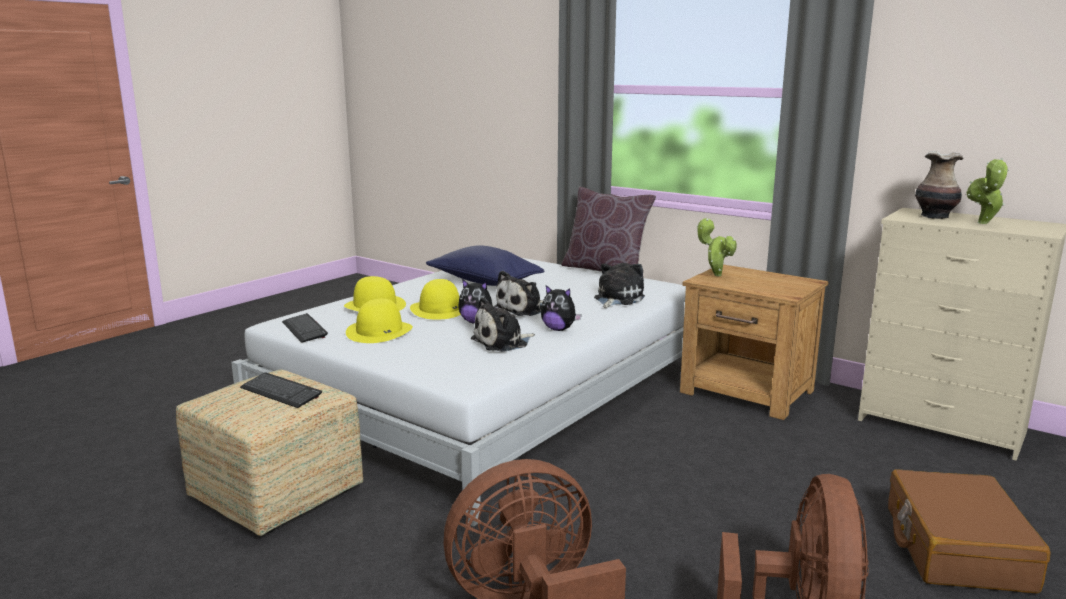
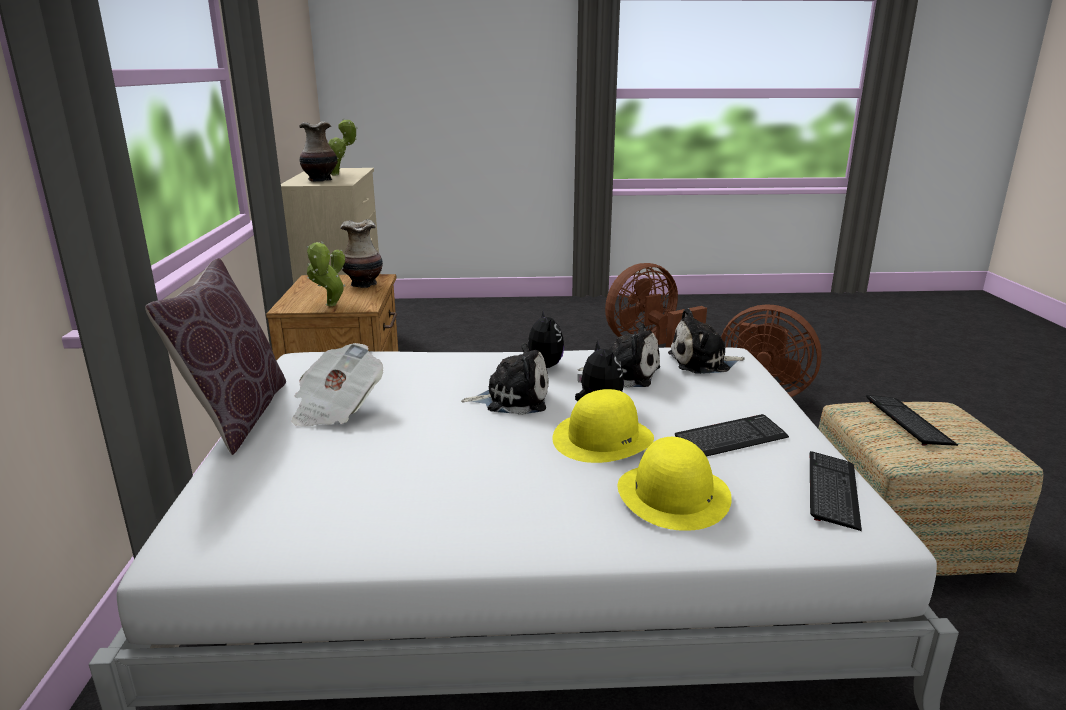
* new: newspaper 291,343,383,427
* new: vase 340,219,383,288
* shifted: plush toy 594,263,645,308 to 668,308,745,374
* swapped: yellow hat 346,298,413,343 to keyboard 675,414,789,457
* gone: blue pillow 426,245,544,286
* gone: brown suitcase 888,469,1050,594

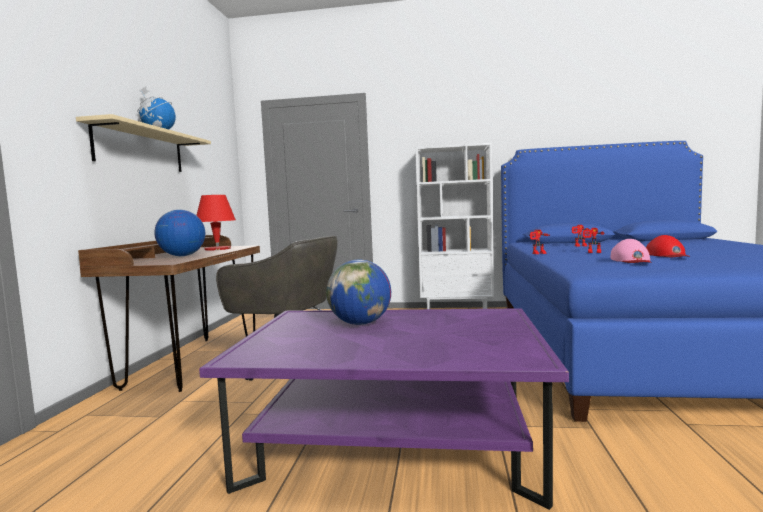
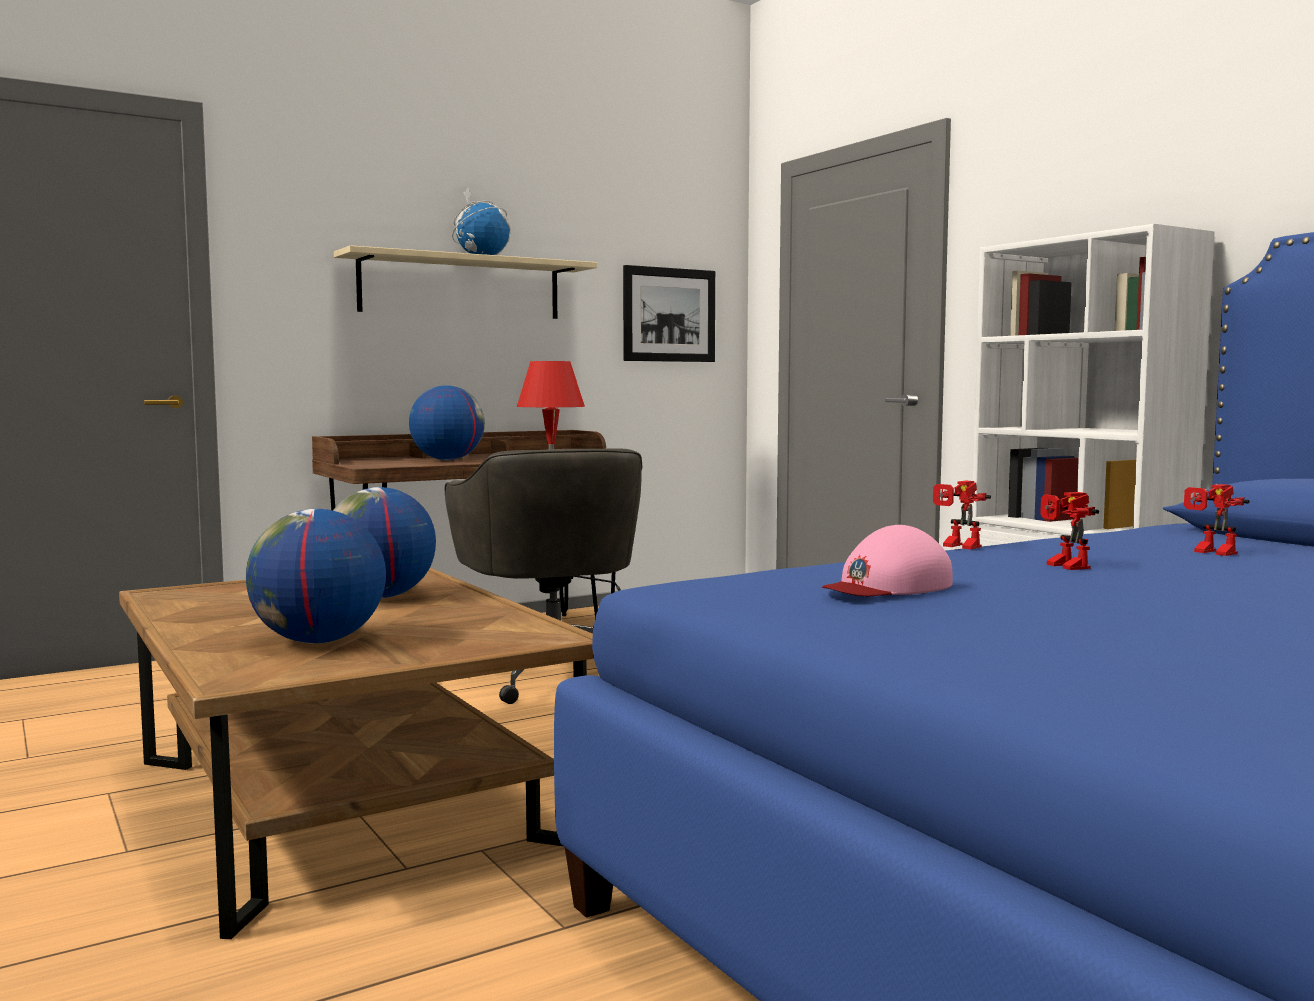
* repainted: purple coffee table 199,308,569,510 to brown coffee table 119,568,594,939
* new: globe 246,509,386,643
* new: picture 623,265,715,362
* gone: red cap 646,235,690,257

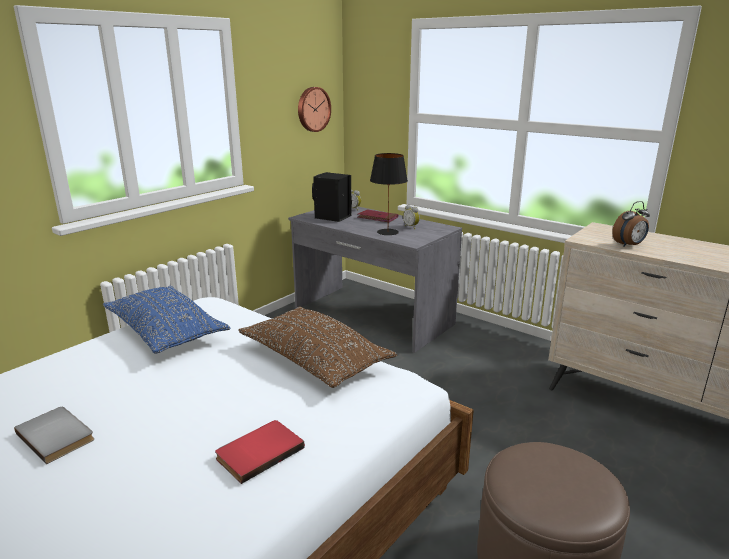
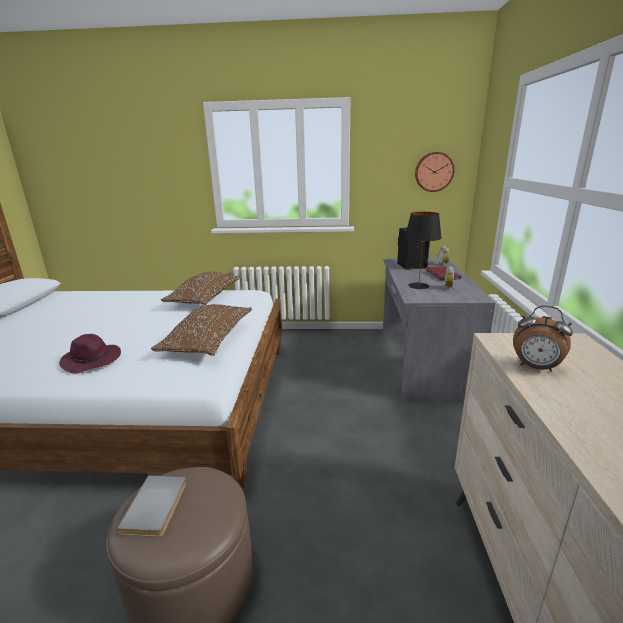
* swapped: red book 215,420,305,484 to purple hat 59,334,121,374
* shifted: grey book 14,407,94,464 to 116,476,187,537
* repainted: blue pillow 103,286,230,353 to brown pillow 161,272,241,305

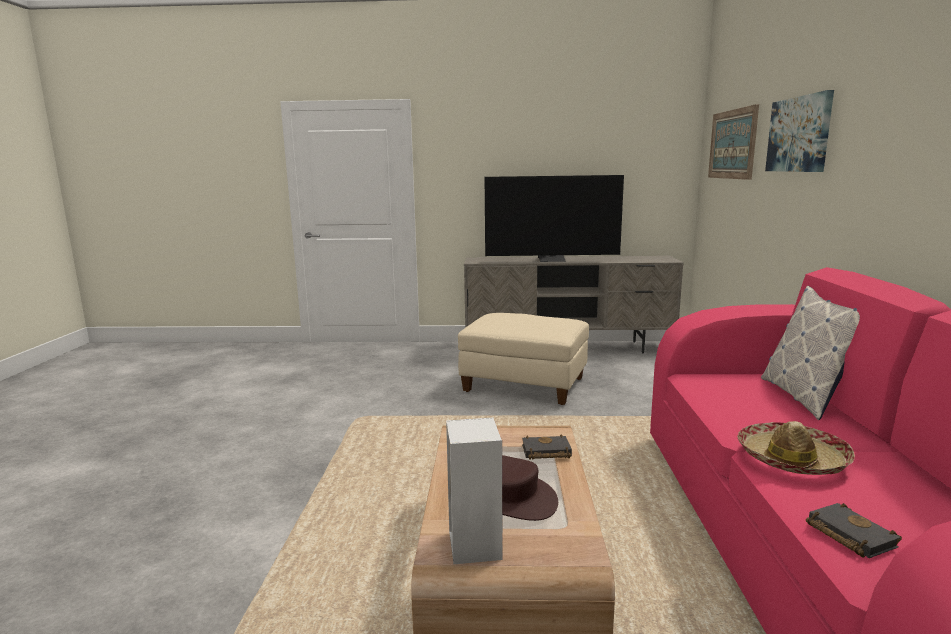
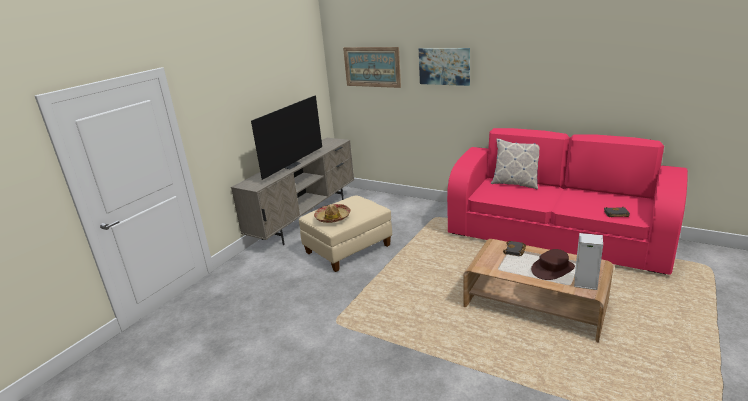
* shifted: hat 737,421,855,475 to 314,204,351,223

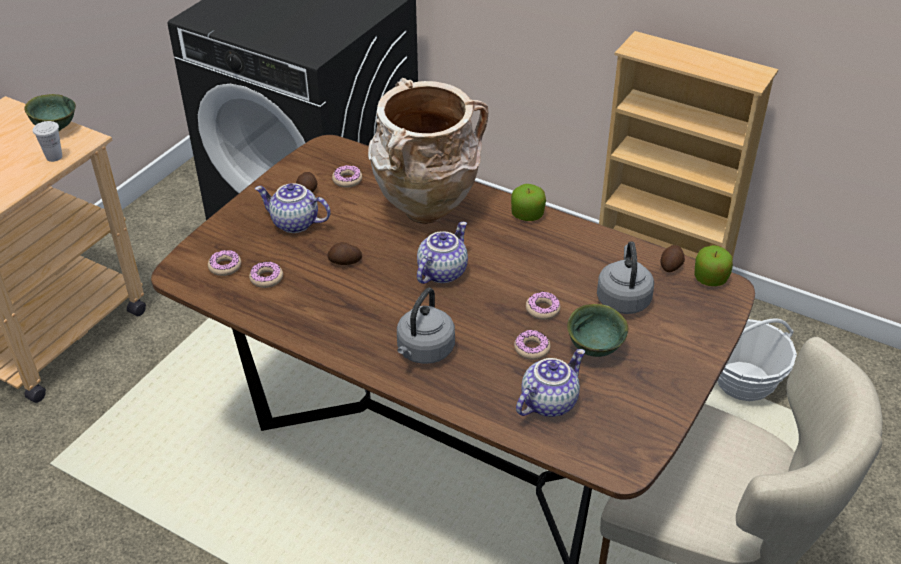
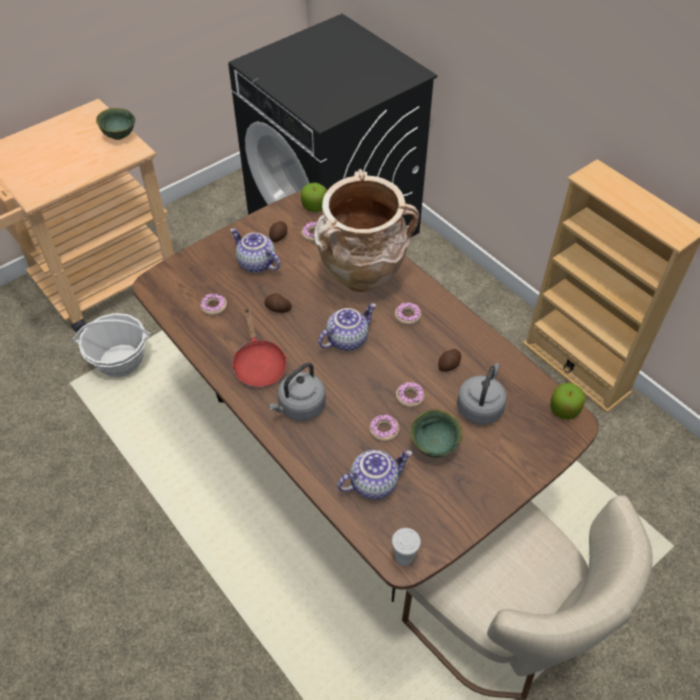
* shifted: basket 717,318,797,401 to 73,313,151,377
* new: red frying pan 232,307,287,388
* shifted: apple 511,184,546,221 to 301,183,327,212
* shifted: white cup 33,121,62,162 to 392,528,421,566
* shifted: donut 208,250,241,276 to 394,302,421,325
* shifted: potato 660,245,685,272 to 438,349,461,372

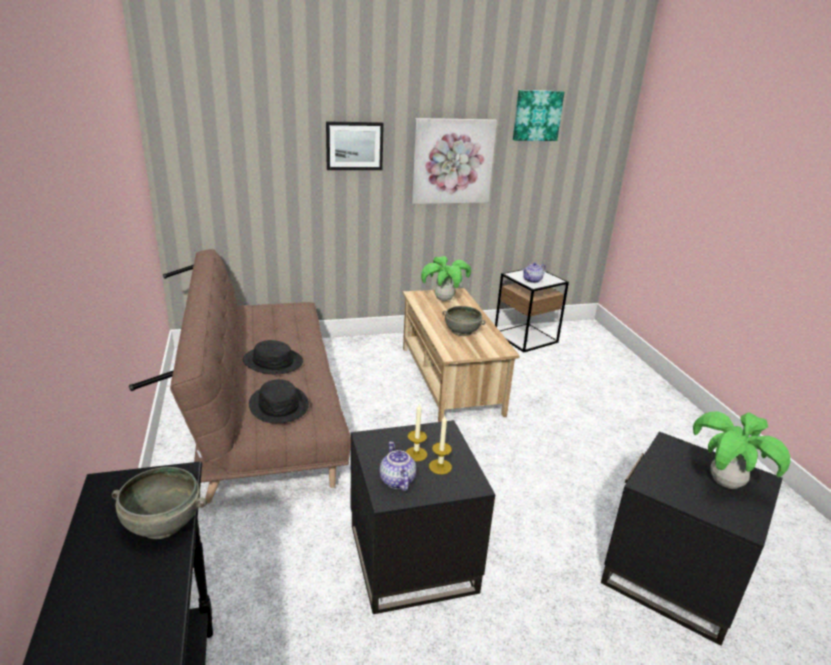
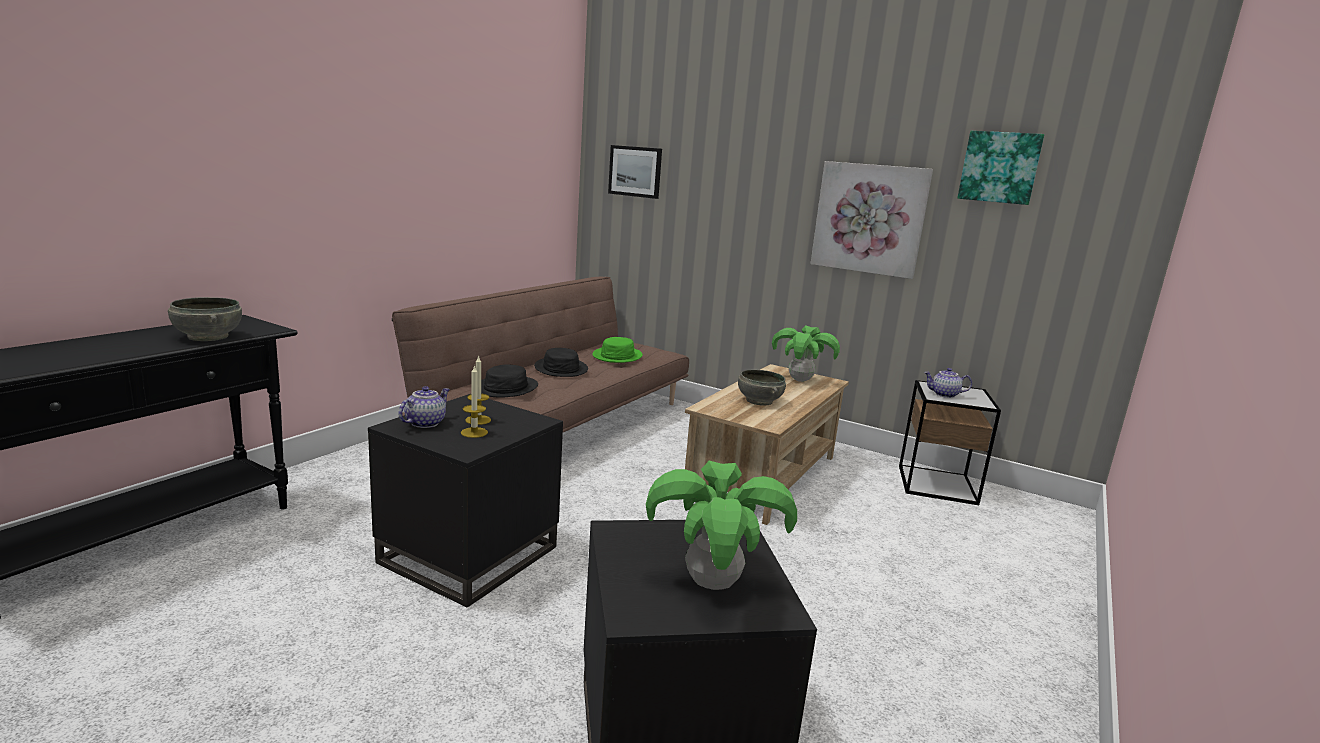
* new: green hat 592,337,643,363
* shifted: picture 326,121,384,170 to 608,145,662,199

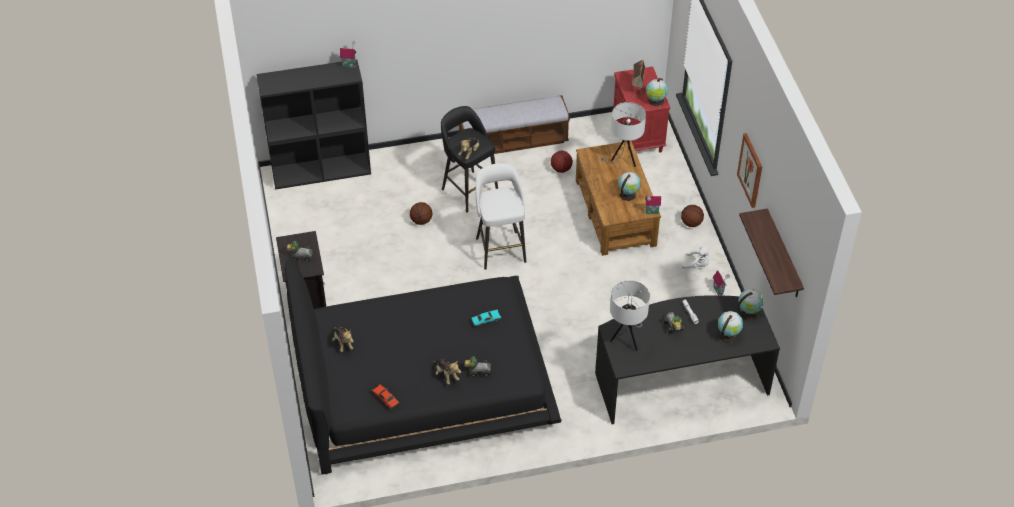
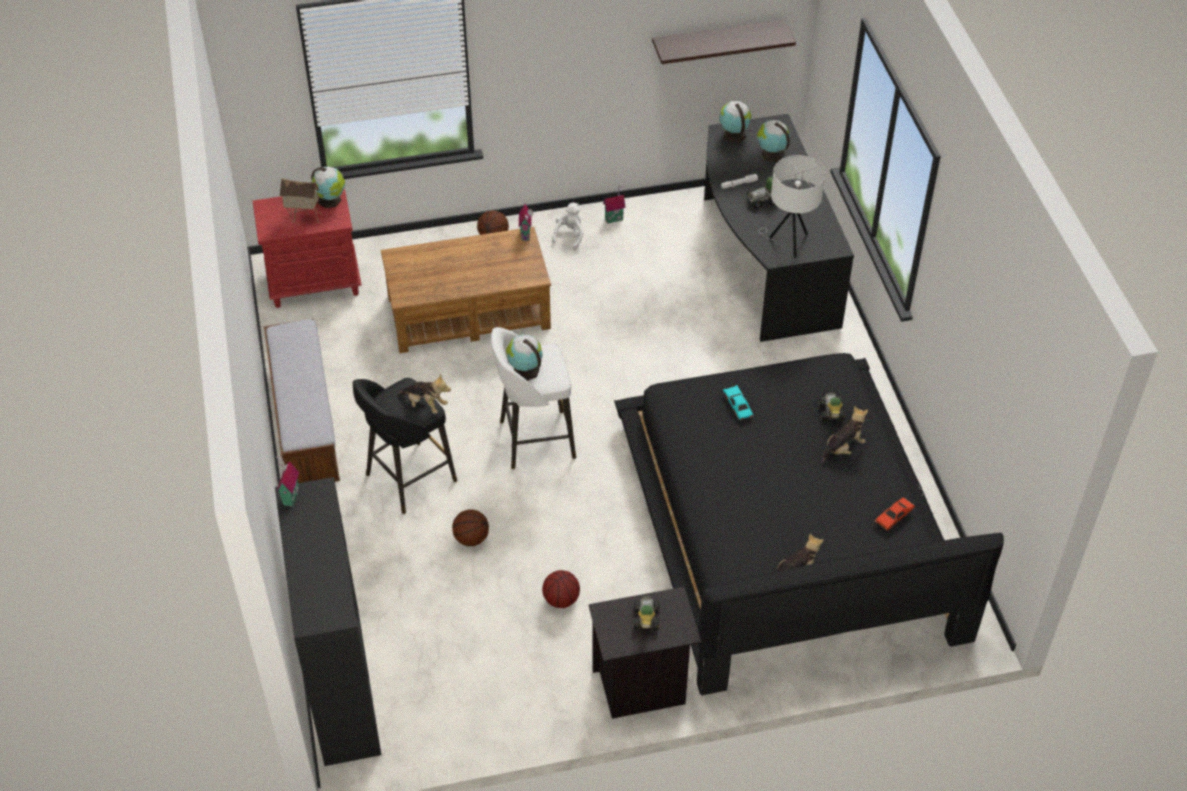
* shifted: globe 618,172,641,201 to 506,334,543,381
* shifted: basketball 551,151,573,173 to 542,570,580,608
* gone: white table lamp 601,102,646,167
* gone: picture 737,133,762,208

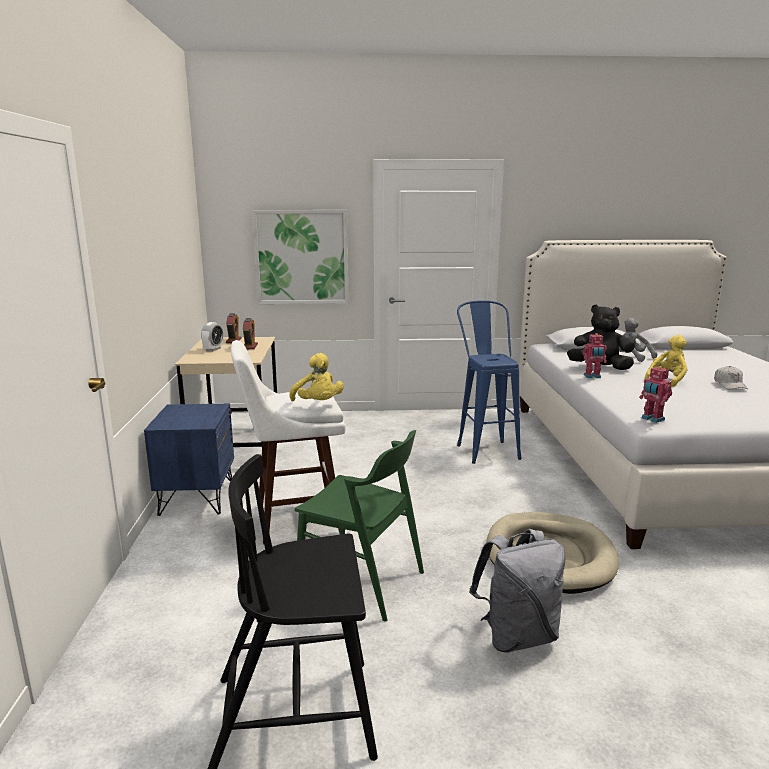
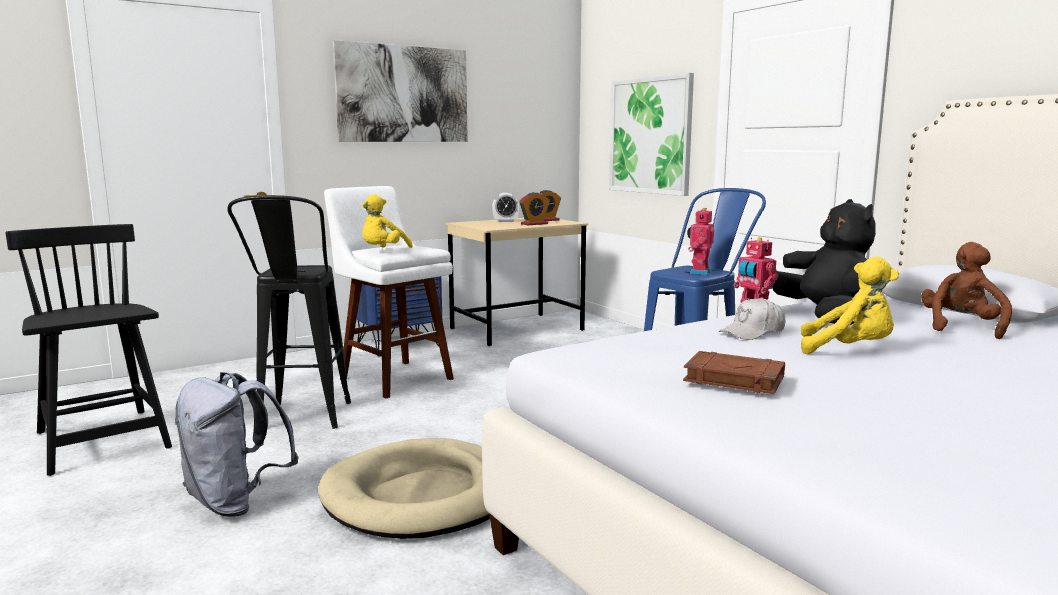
* swapped: green chair 295,430,424,621 to black stool 227,195,351,429
* new: picture 333,40,468,142
* new: brown book 683,351,785,394
* shifted: toy robot 639,366,672,423 to 687,208,714,275
* shifted: white cap 714,366,748,389 to 718,297,785,340
* repainted: grey plush toy 618,318,657,362 to brown plush toy 921,242,1012,339

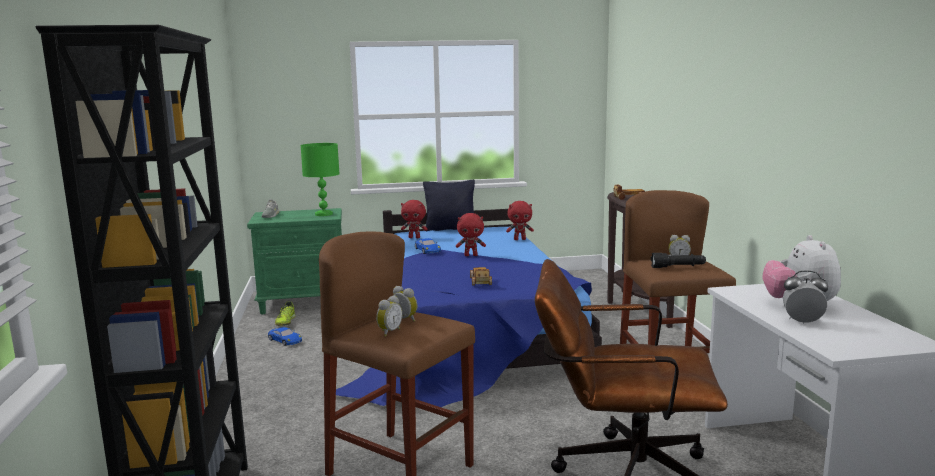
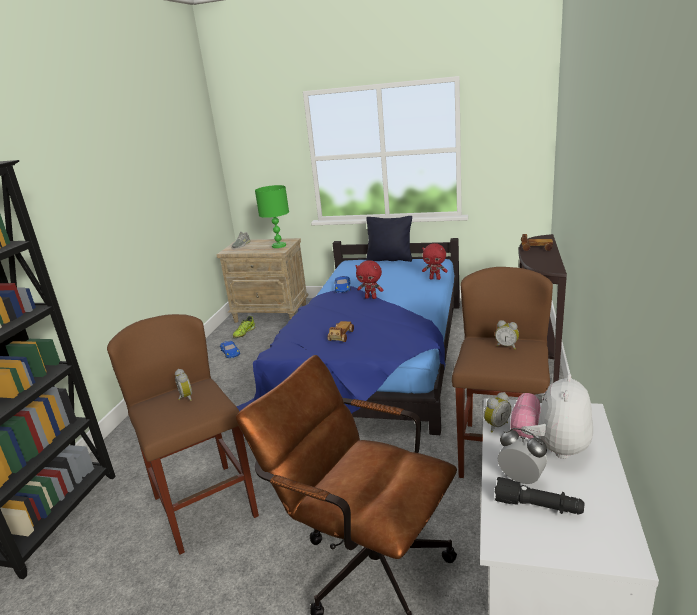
* repainted: green nightstand 247,208,342,314 to beige nightstand 217,238,309,323
* shifted: alarm clock 376,295,403,337 to 484,392,511,432
* shifted: black flashlight 651,253,706,268 to 495,477,585,514
* gone: red plush toy 401,200,427,238

